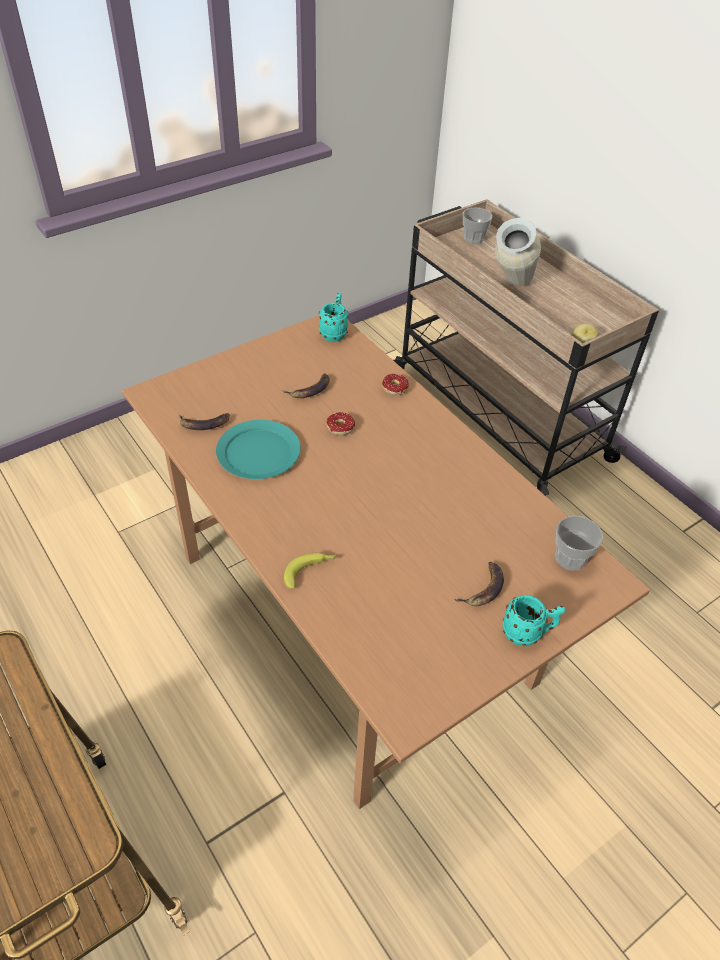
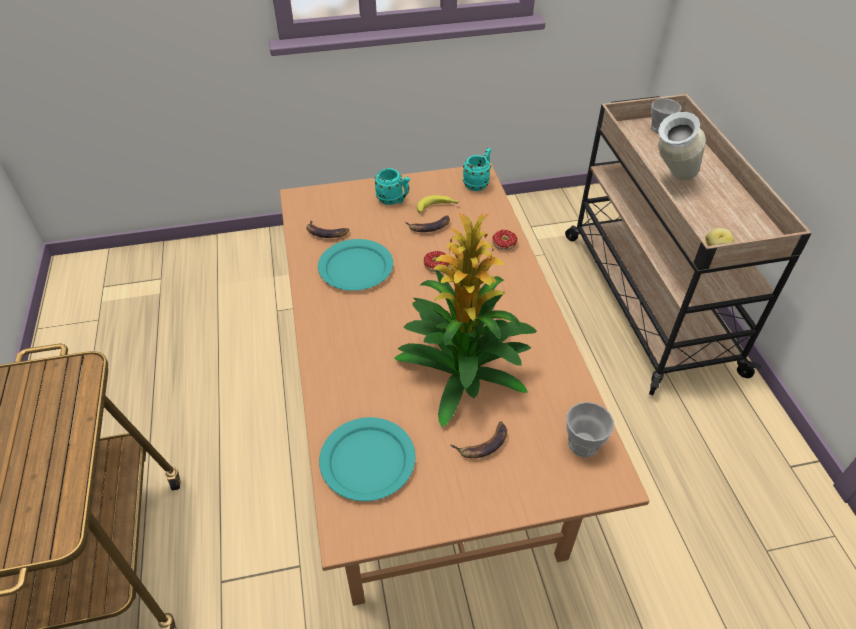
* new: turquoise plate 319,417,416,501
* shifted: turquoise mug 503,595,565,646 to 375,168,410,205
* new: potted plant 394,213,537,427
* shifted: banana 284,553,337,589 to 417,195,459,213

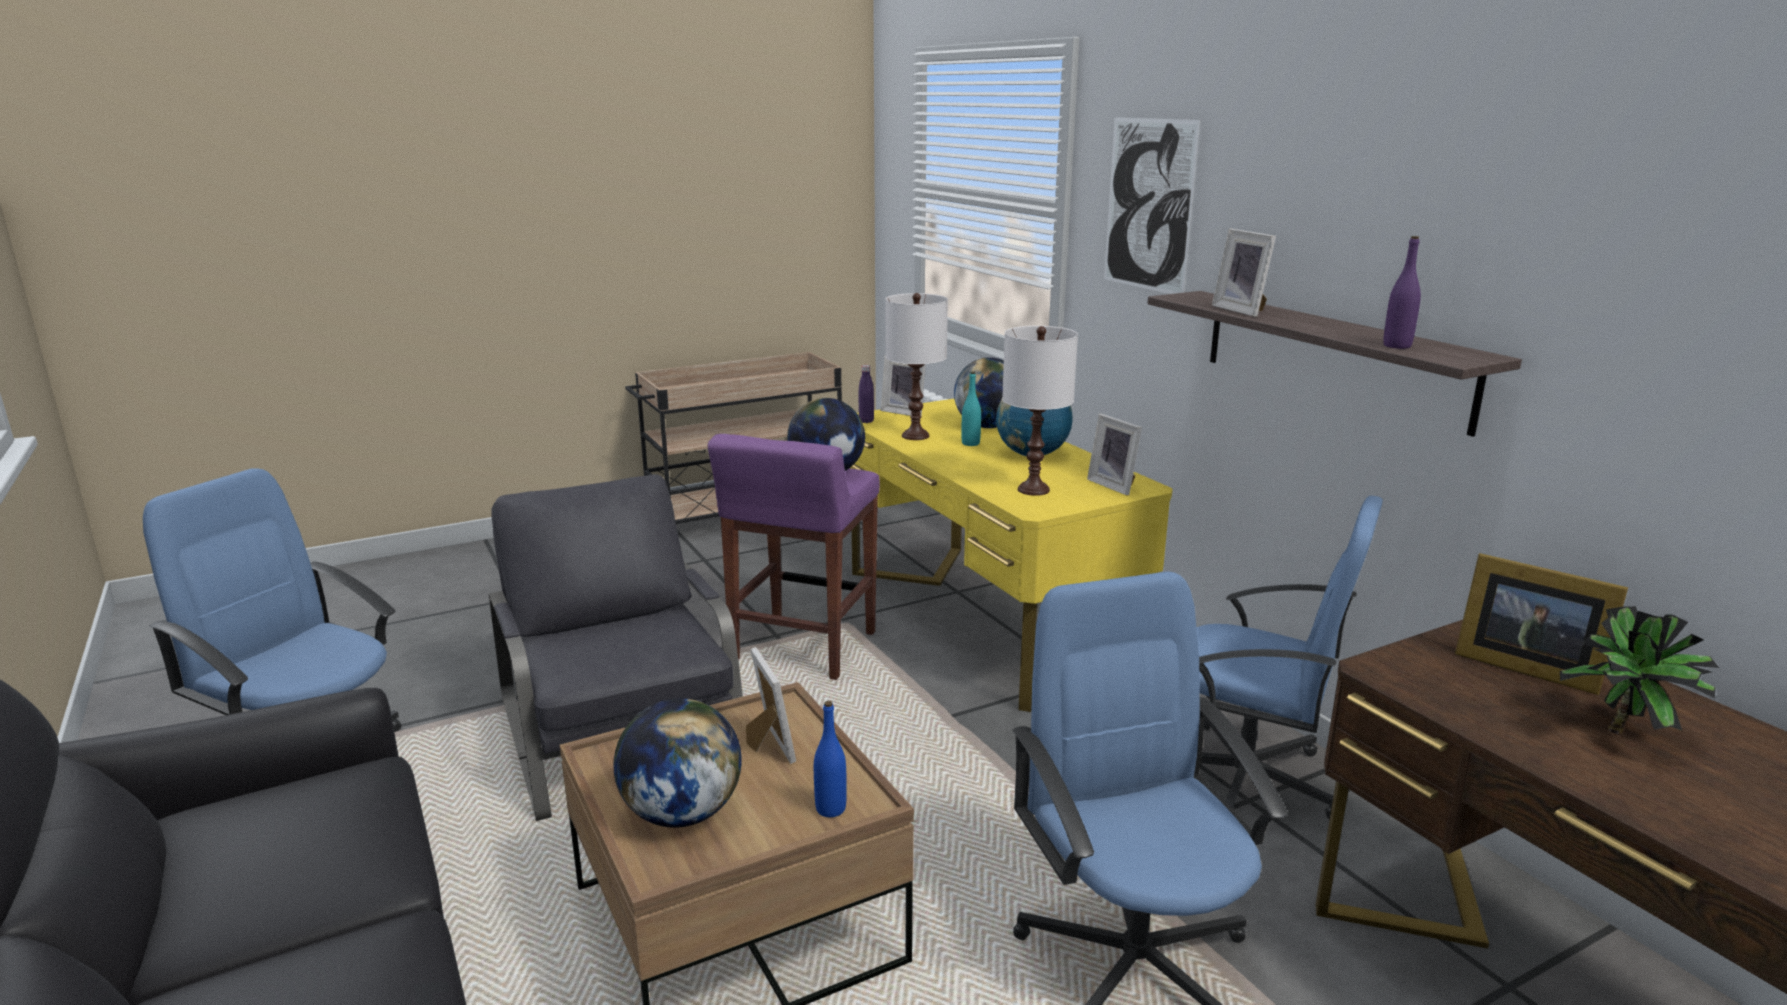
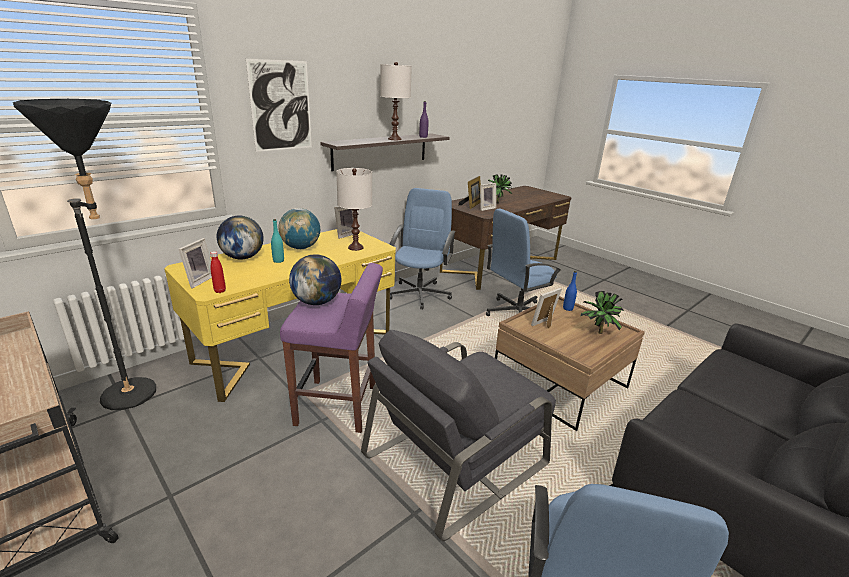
* new: black floor lamp 13,99,156,410
* repainted: purple bottle 859,365,874,423 to red bottle 210,251,226,293
* shifted: white table lamp 885,293,948,440 to 380,62,412,140
* shifted: picture frame 1212,228,1276,317 to 480,183,496,211
* swapped: globe 613,698,742,828 to potted plant 580,291,623,334

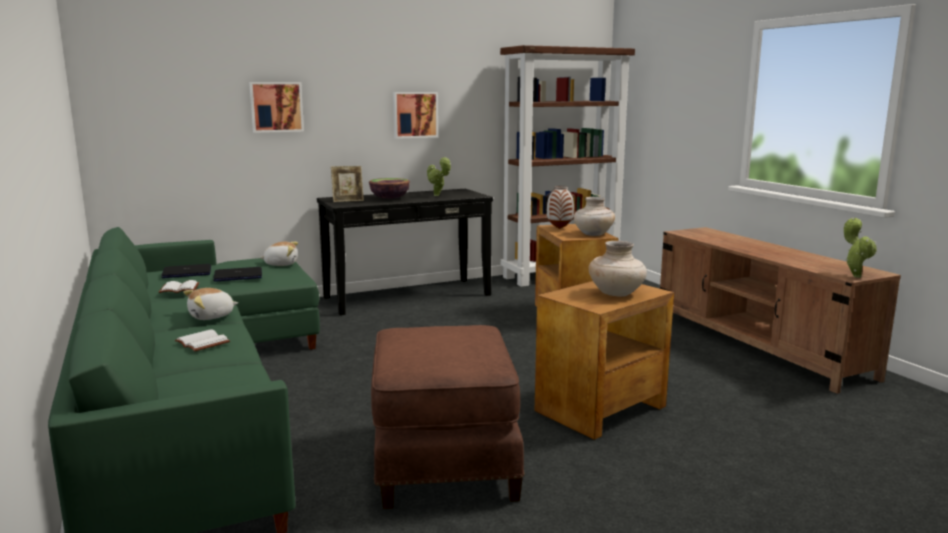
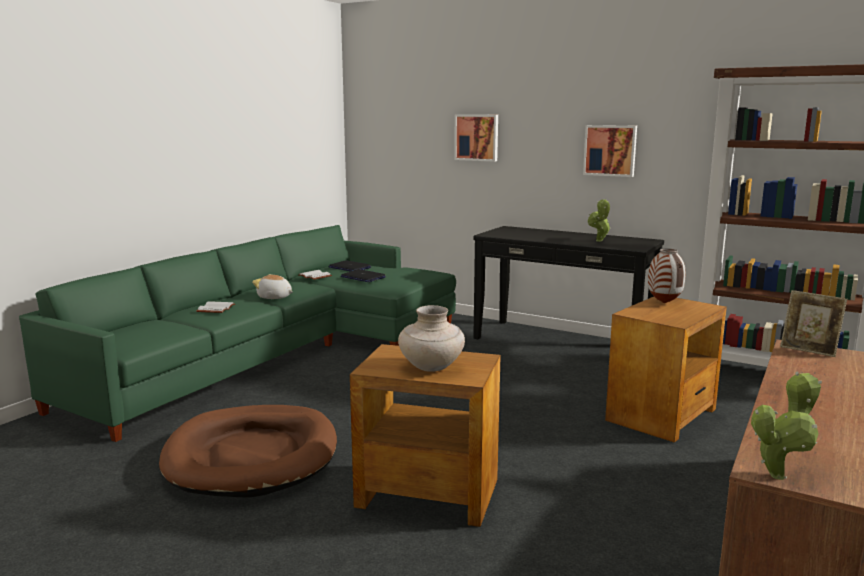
* swapped: brown ottoman 371,325,525,509 to brown dog bed 159,405,337,498
* shifted: picture frame 331,166,364,202 to 780,290,847,357
* gone: plush toy 259,242,298,266
* gone: bowl 369,178,410,199
* gone: beige vase 574,197,615,236

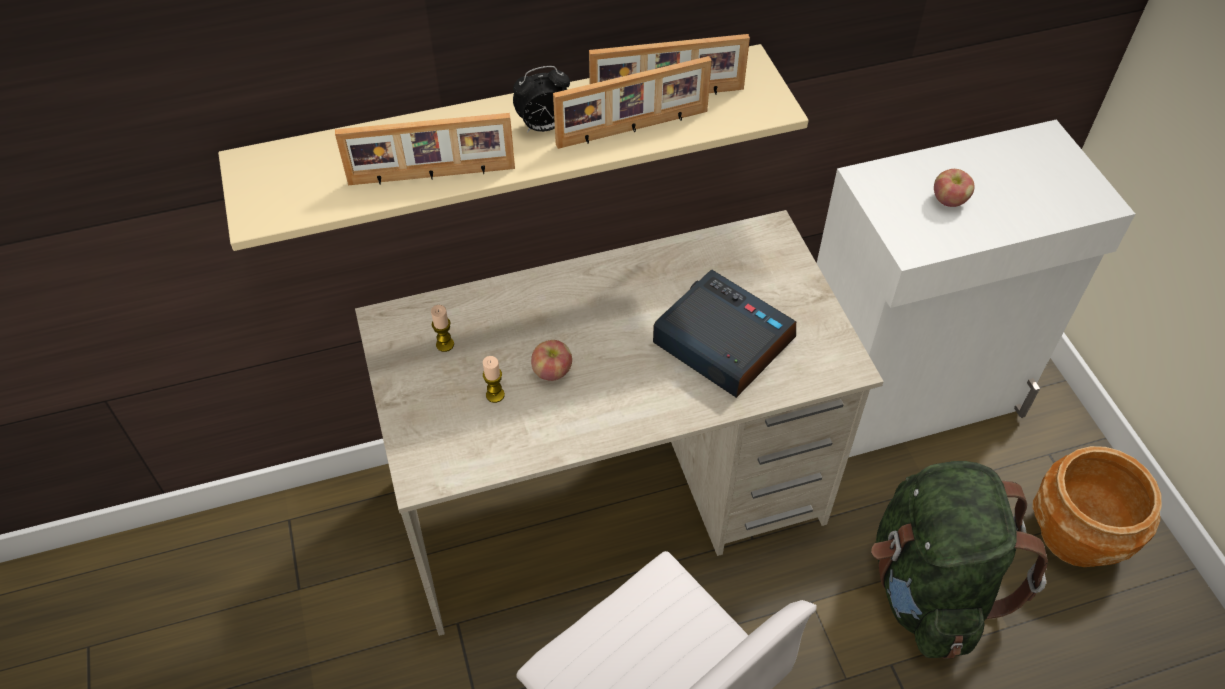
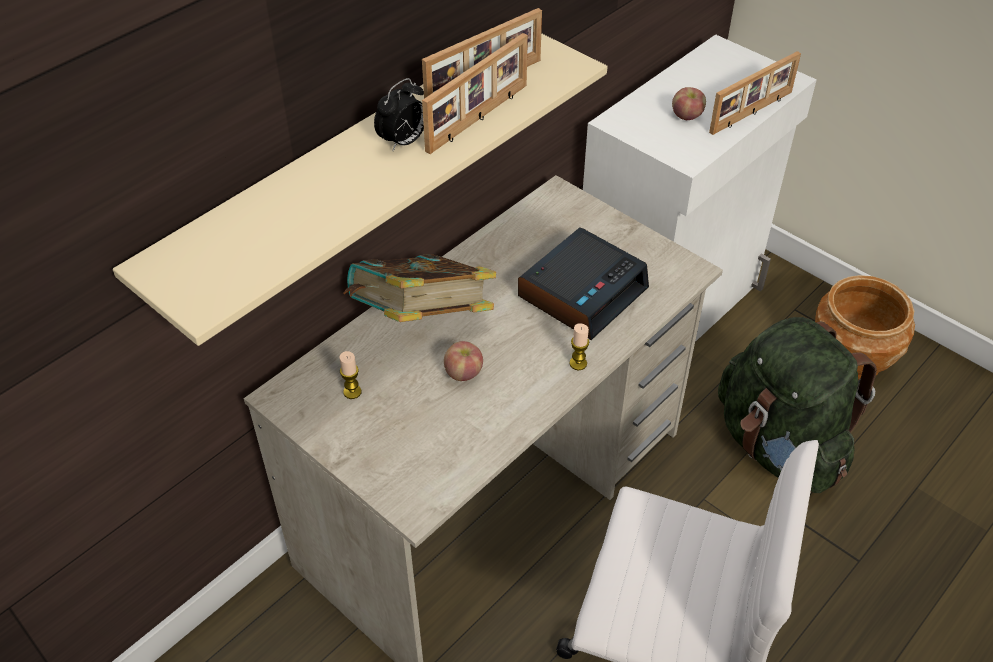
* new: book 343,254,496,322
* rotated: alarm clock 653,270,796,398 = 518,227,649,340 120 degrees clockwise
* shifted: candle 483,356,505,403 to 569,323,589,370
* shifted: picture frame 335,113,515,185 to 709,51,801,135

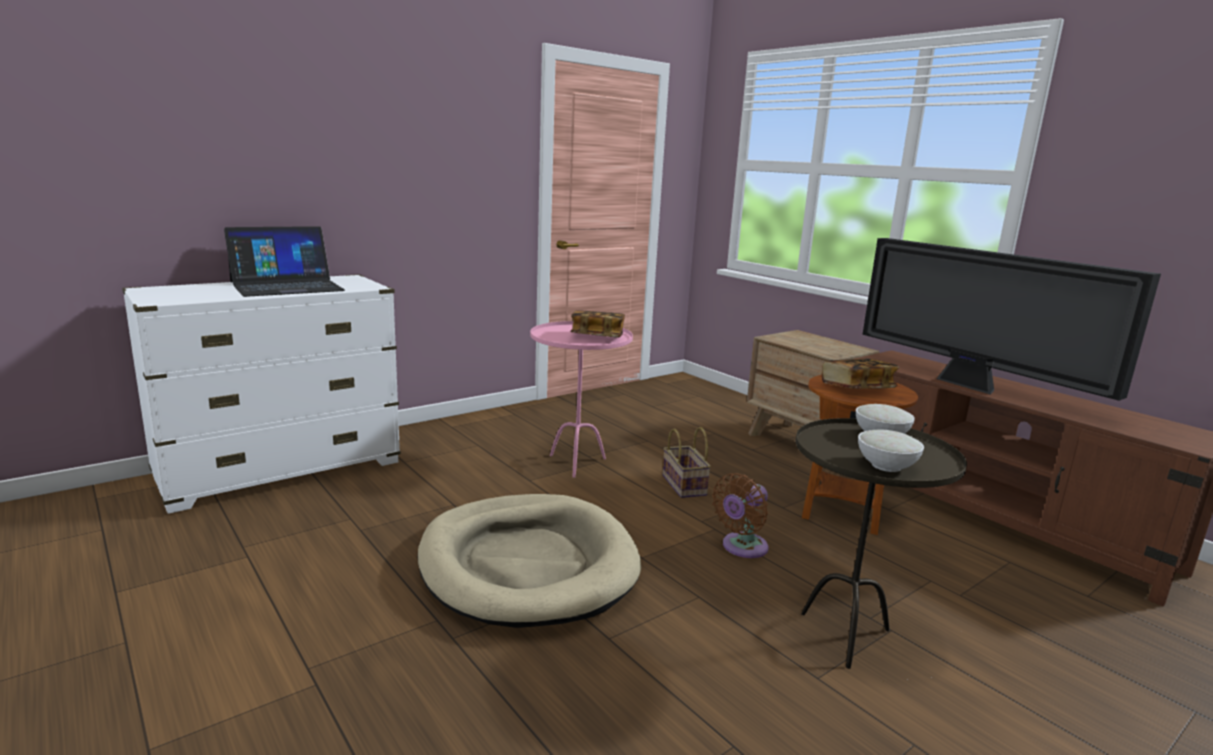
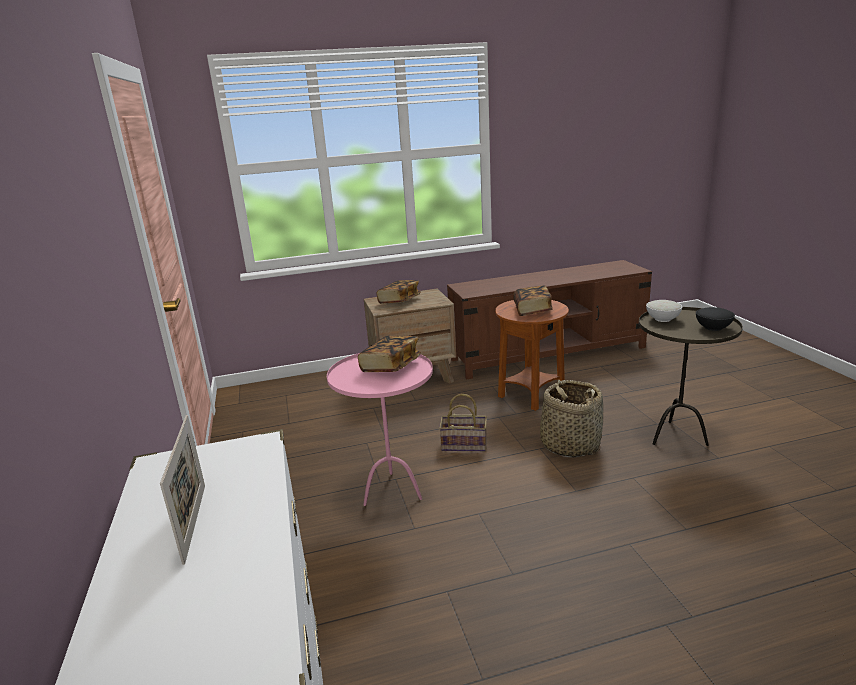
* swapped: laptop 224,226,345,297 to picture frame 160,415,205,565
* new: book 377,280,421,304
* swapped: brown fan 712,473,769,558 to basket 540,380,603,458
* repainted: white bowl 858,430,924,472 to black bowl 696,307,735,331
* gone: beige dog bed 418,494,641,628
* gone: television 862,238,1161,401

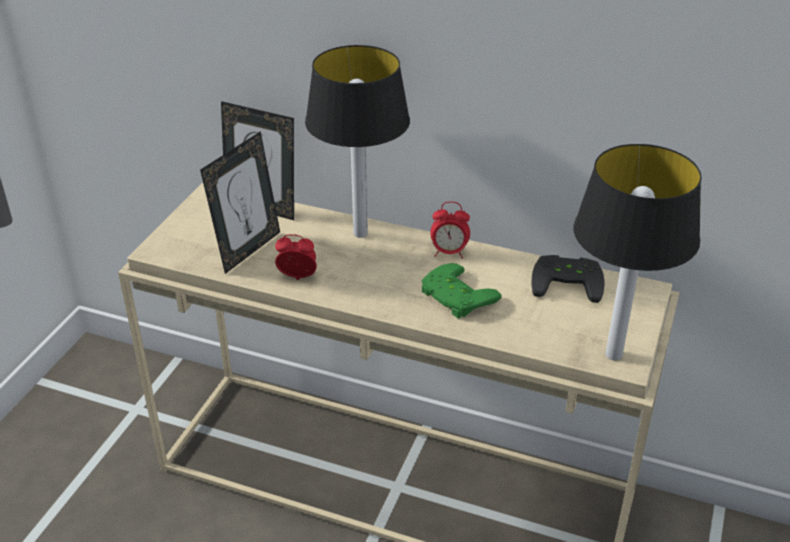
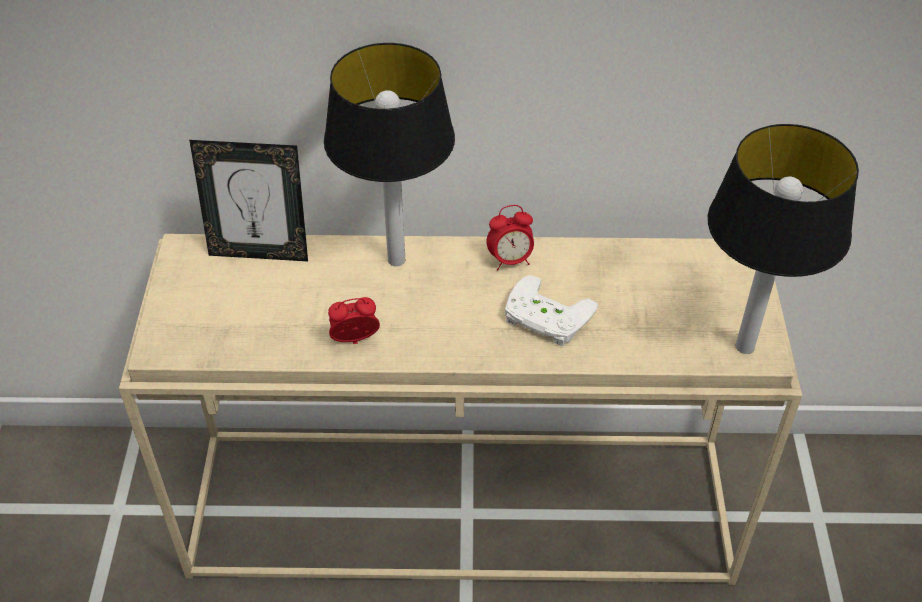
* repainted: green game controller 422,263,502,319 to white game controller 505,275,598,346
* gone: picture frame 200,131,280,274
* gone: black game controller 531,255,604,303

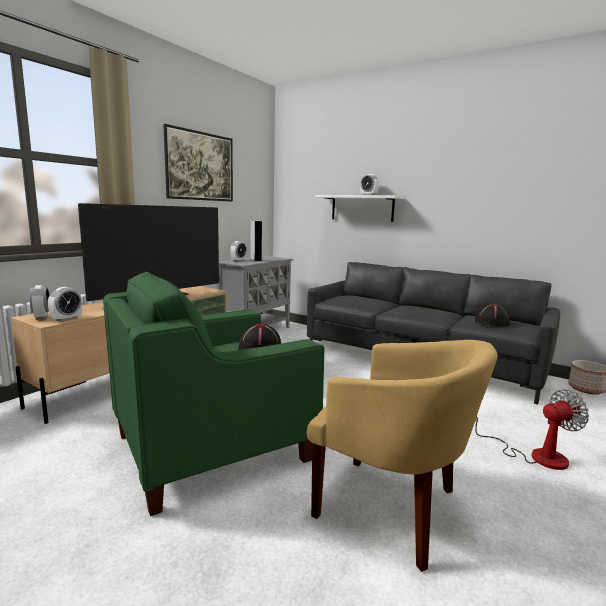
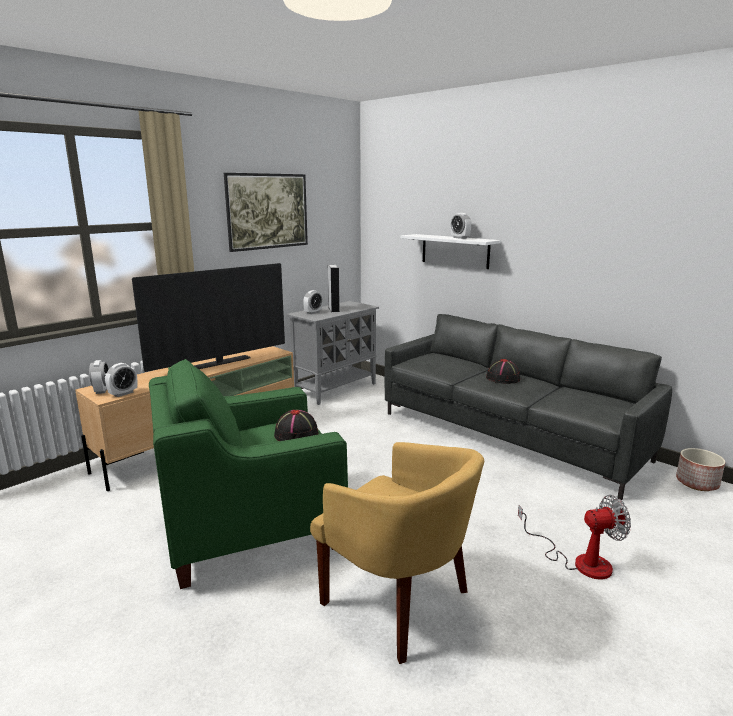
* shifted: black hat 475,303,510,327 to 486,359,520,384

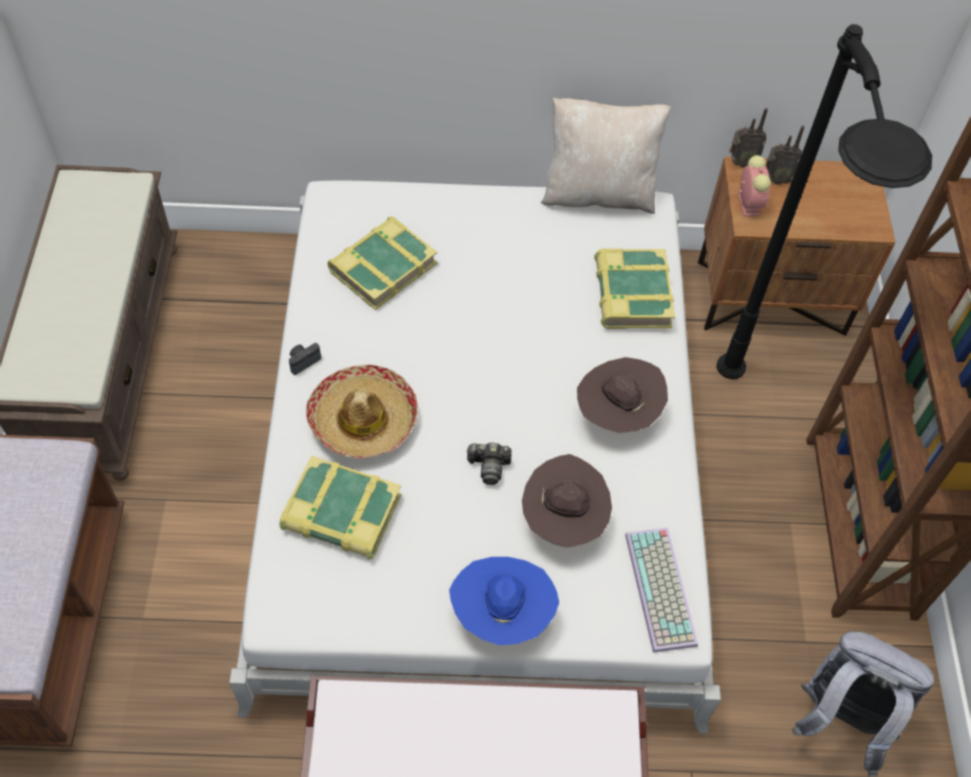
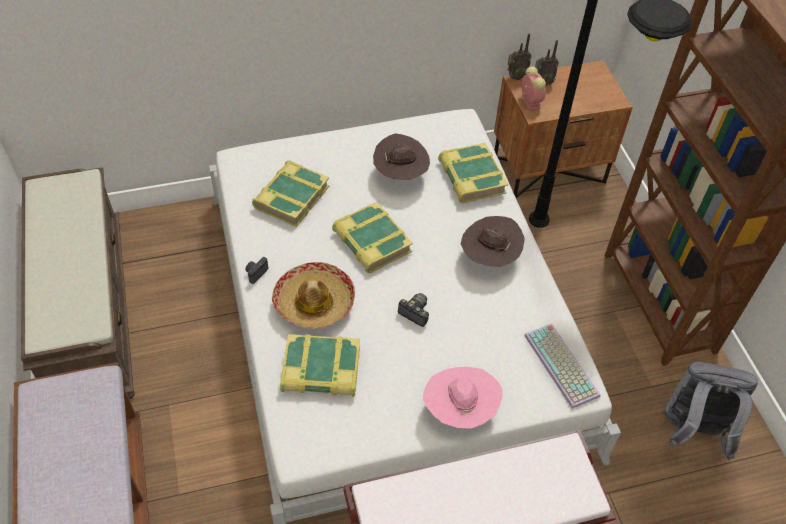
* new: book 332,202,413,273
* shifted: brown hat 522,454,612,547 to 373,133,430,180
* rotated: photo camera 466,442,512,485 = 398,293,429,327 135 degrees counterclockwise
* repainted: blue hat 449,557,559,645 to pink hat 423,367,502,429
* gone: beige pillow 541,98,671,214

